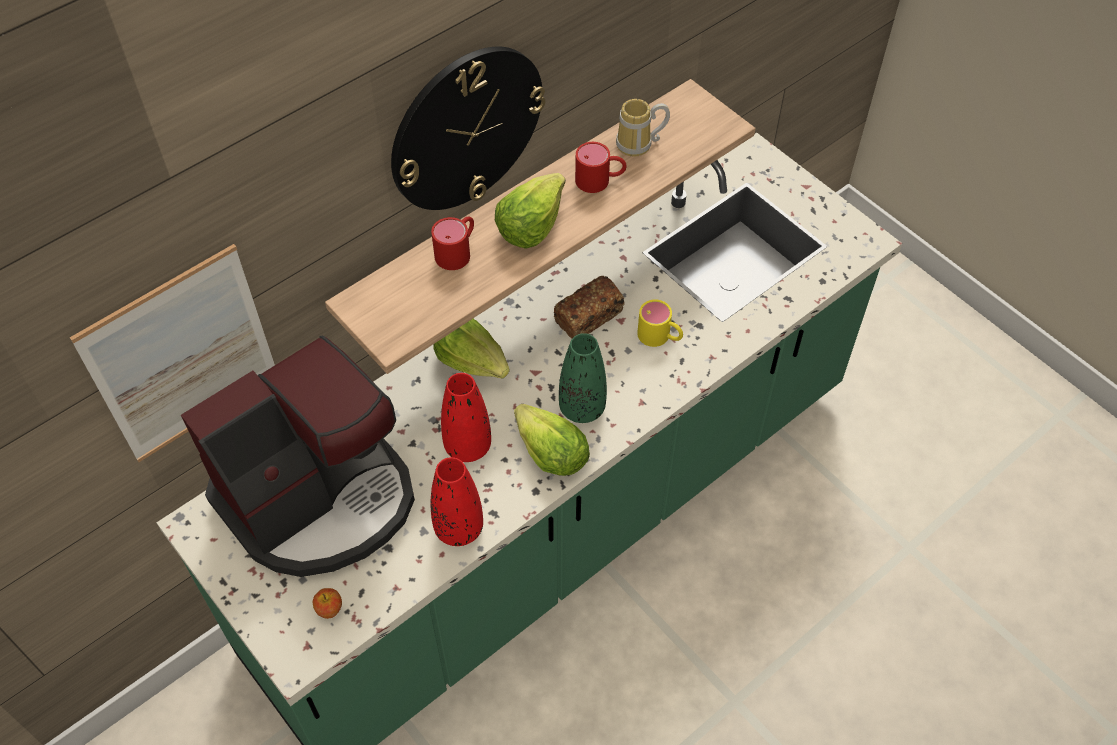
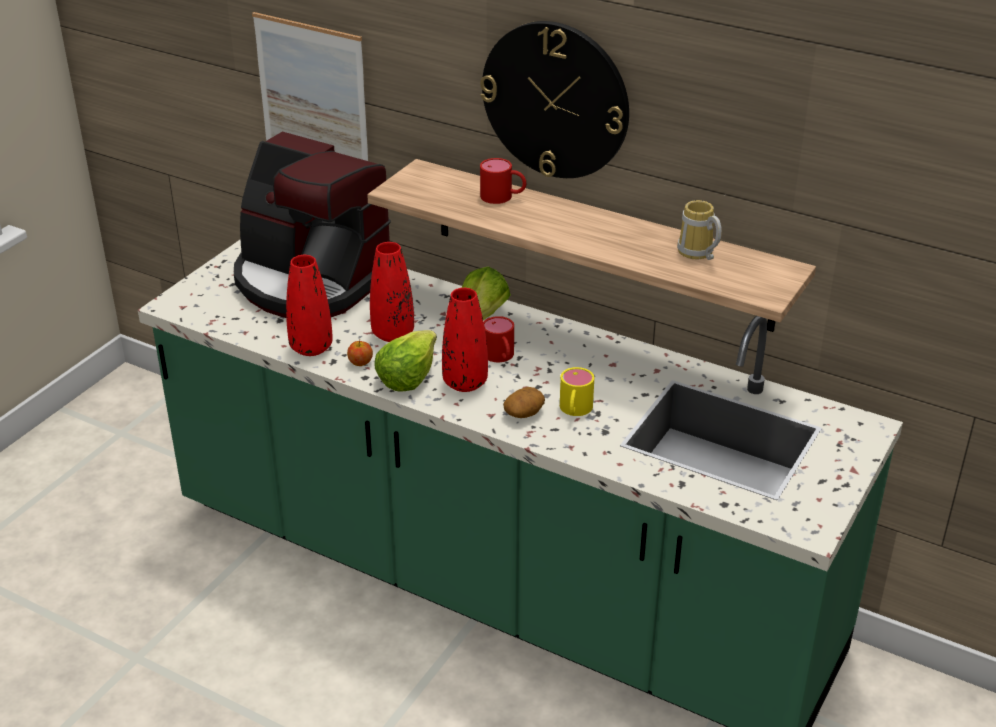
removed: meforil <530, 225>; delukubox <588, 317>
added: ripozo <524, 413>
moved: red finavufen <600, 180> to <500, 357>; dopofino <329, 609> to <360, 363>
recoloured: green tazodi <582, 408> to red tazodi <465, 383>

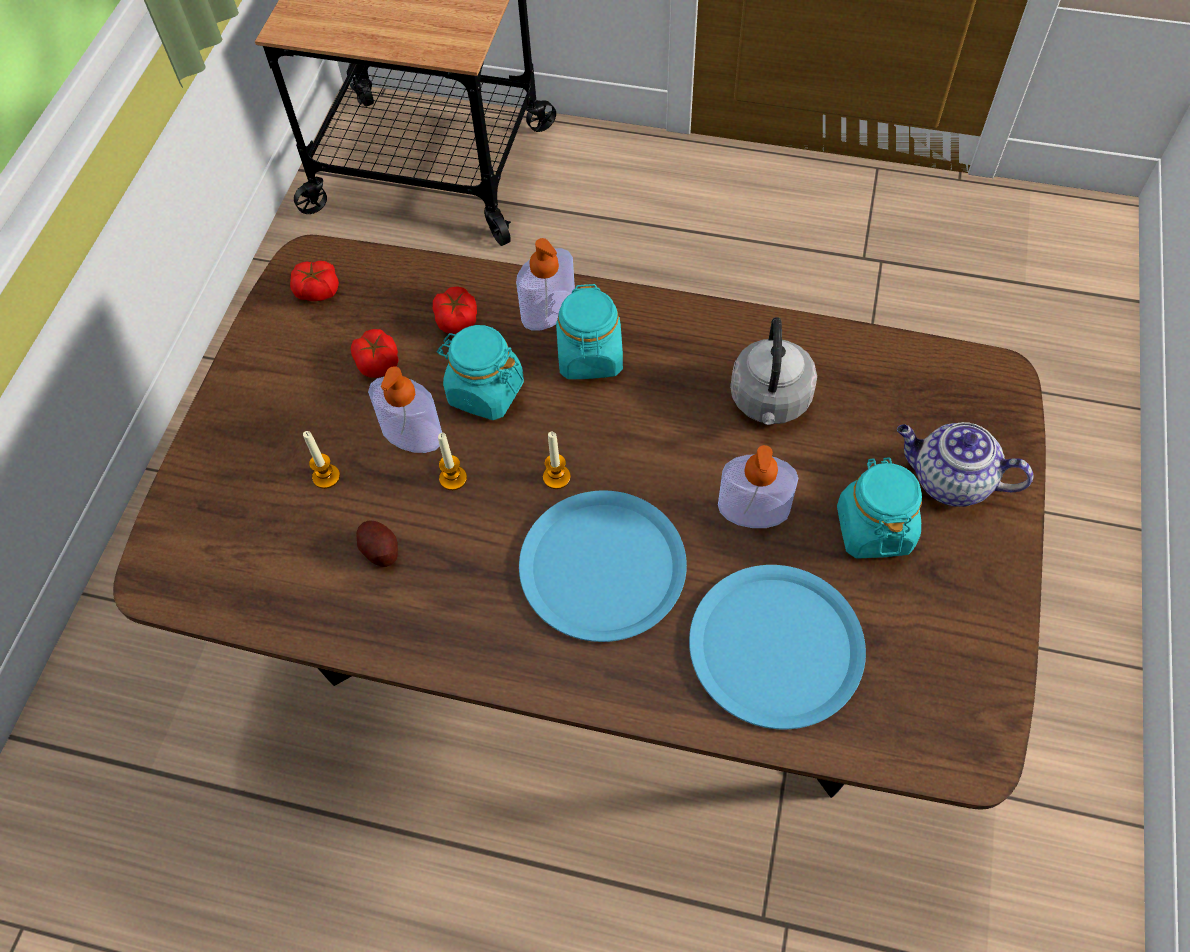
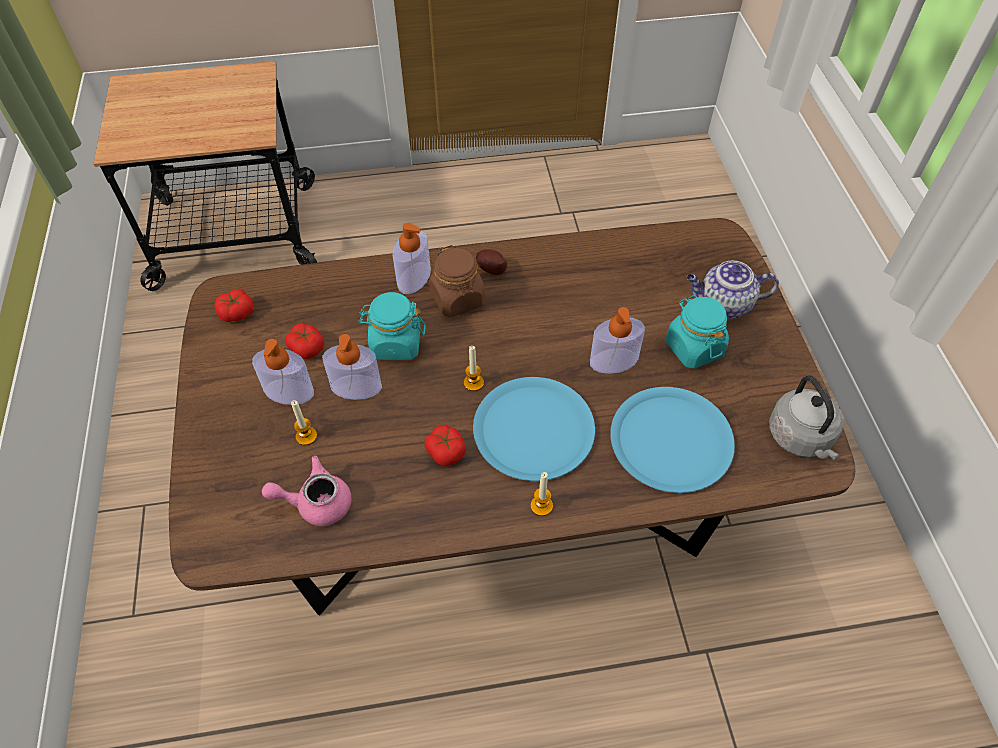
added: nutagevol <289, 391>; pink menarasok <316, 502>
moved: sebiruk <457, 319> to <446, 451>; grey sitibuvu <770, 402> to <801, 438>; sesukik <453, 478> to <541, 506>; ripozo <380, 550> to <491, 269>
recoloured: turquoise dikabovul <590, 356> to brown dikabovul <457, 299>

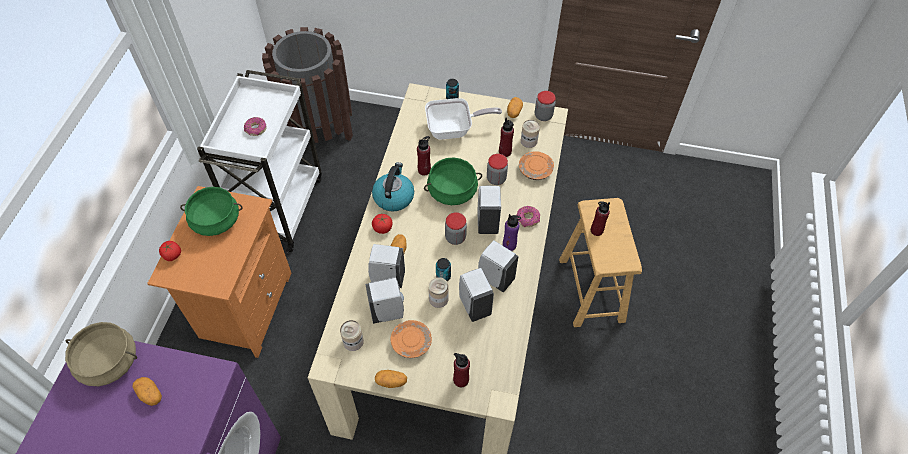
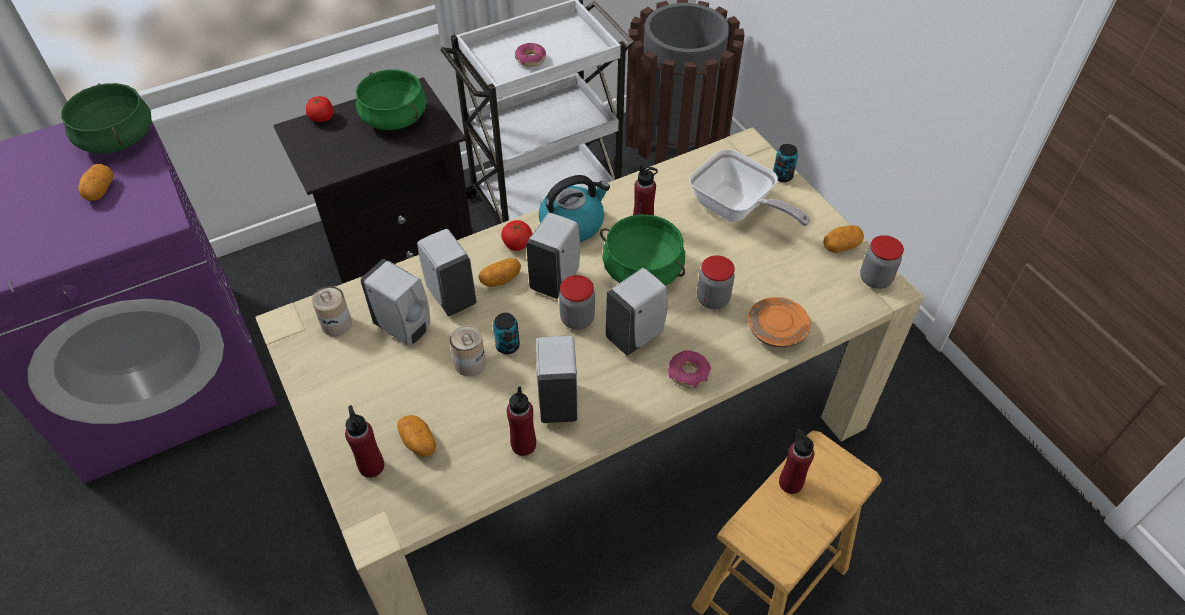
removed: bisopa <529, 141>; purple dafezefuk <509, 245>; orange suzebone <411, 342>
moved: red dafezefuk <505, 152> to <523, 445>; white nutagevol <474, 305> to <556, 279>; ripozo <391, 382> to <418, 442>
recoloured: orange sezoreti <244, 306> to black sezoreti <401, 260>; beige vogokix <109, 361> to green vogokix <118, 138>

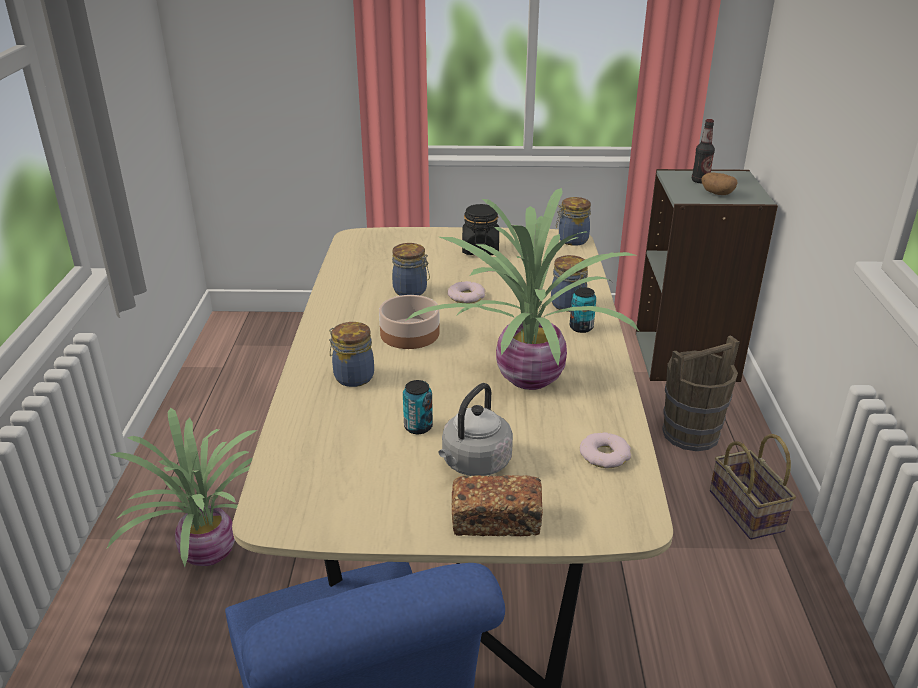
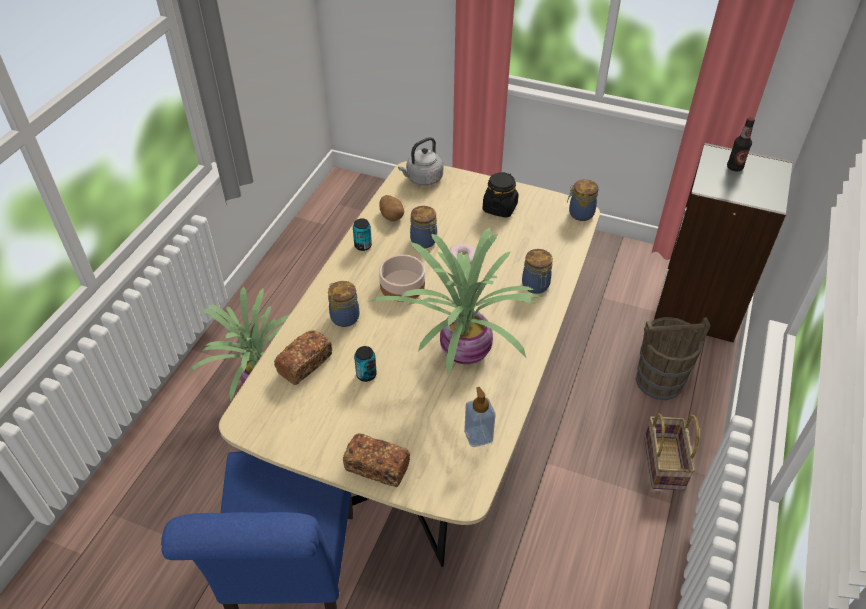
added: delukubox <305, 364>
moved: ripozo <716, 193> to <391, 216>; bisopa <581, 327> to <363, 245>; grey sitibuvu <474, 464> to <422, 179>
replaced: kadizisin <604, 455> to nutagevol <478, 436>

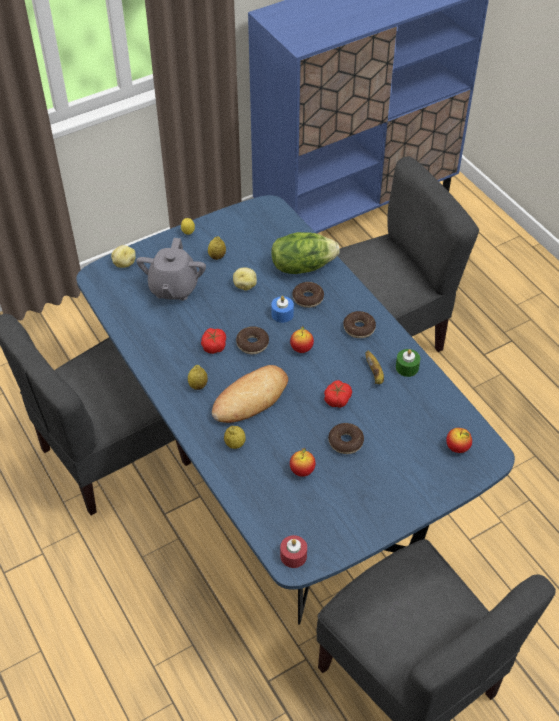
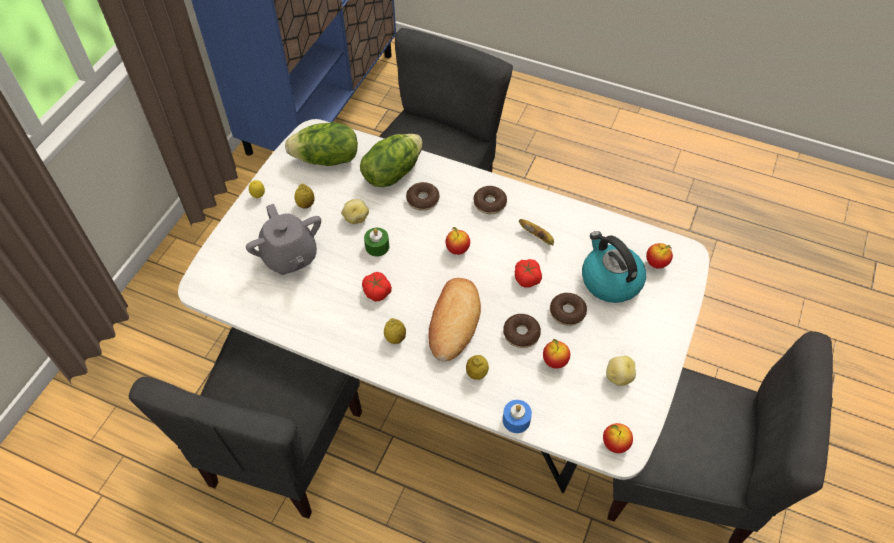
added: meforil <326, 159>; sitibuvu <610, 280>
moved: ripozo <124, 263> to <618, 376>; blue sesukik <282, 314> to <516, 420>; kadizisin <252, 344> to <521, 334>; green sesukik <407, 367> to <377, 246>
replaced: red sesukik <293, 556> to dopofino <615, 444>
recoloured: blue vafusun <278, 477> to white vafusun <446, 377>

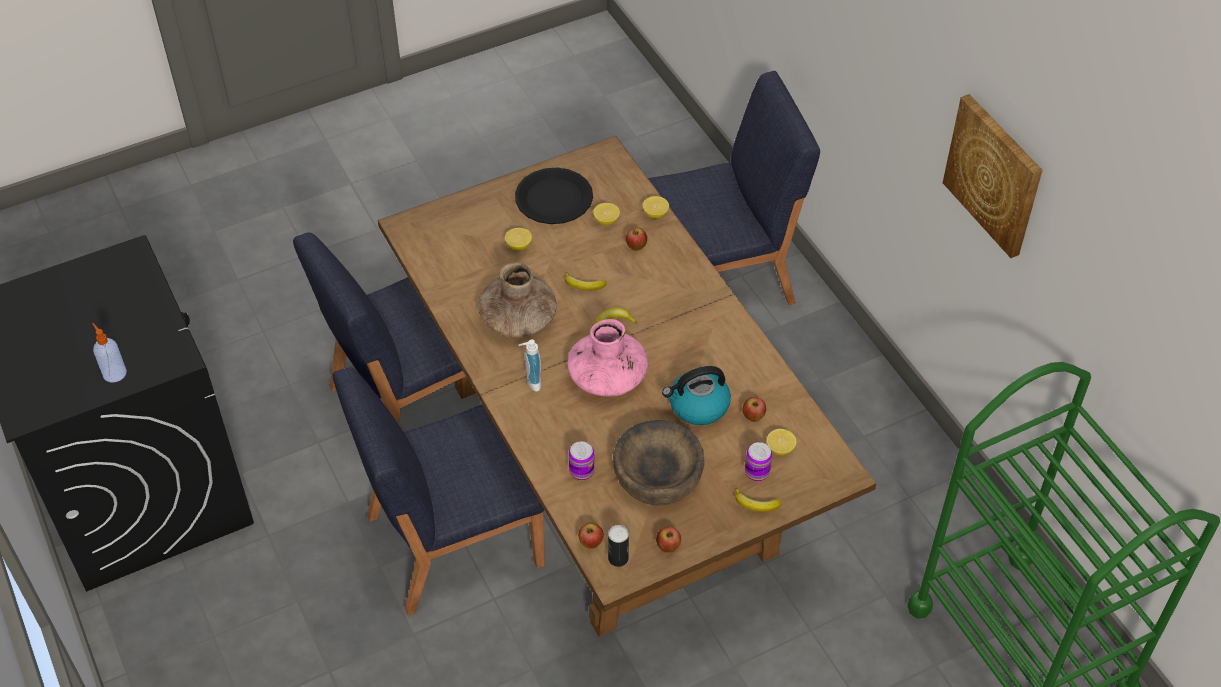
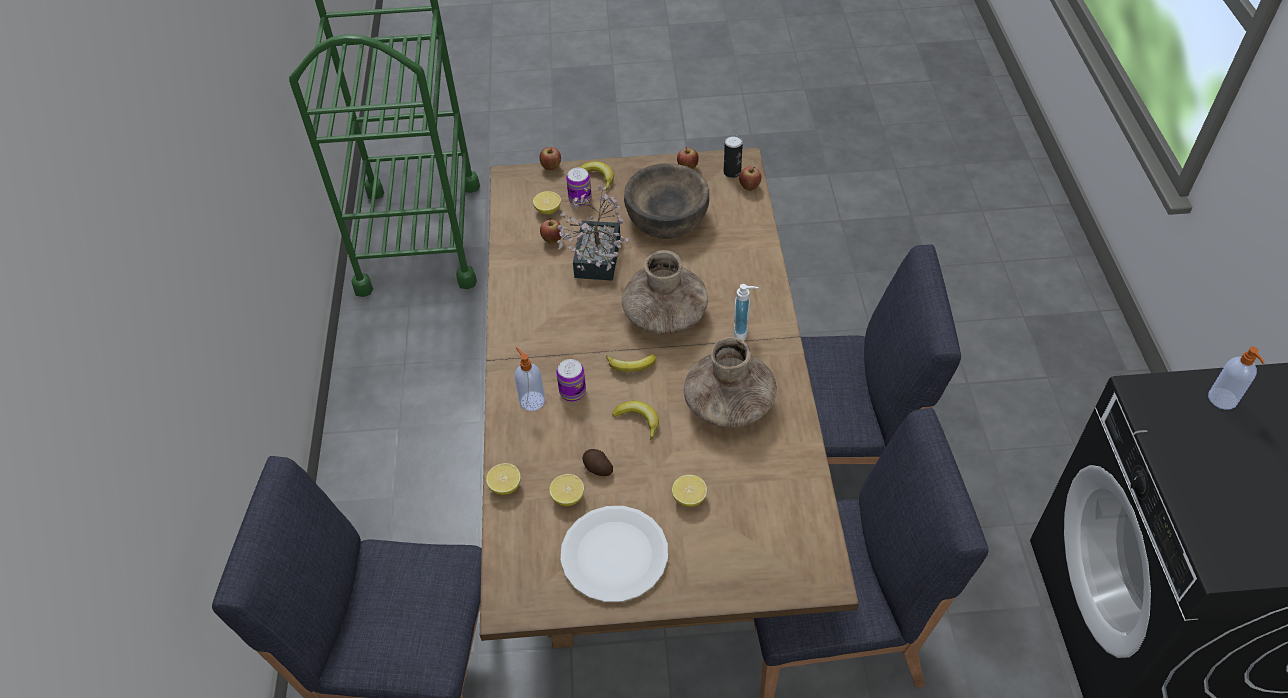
removed: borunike <994, 174>
added: nutagevol <531, 400>; ripozo <597, 468>
moved: dopofino <636, 247> to <551, 168>; bisopa <581, 471> to <572, 392>
replaced: sitibuvu <698, 406> to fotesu <595, 263>
recoloured: black suzebone <554, 198> to white suzebone <614, 554>; pink tazodi <607, 377> to brown tazodi <665, 314>

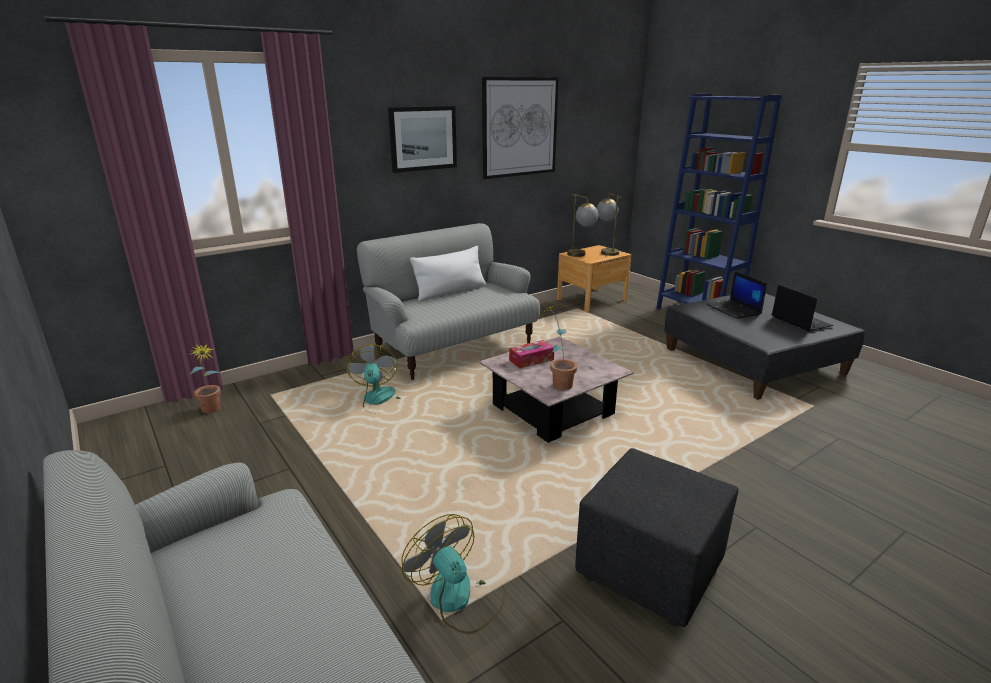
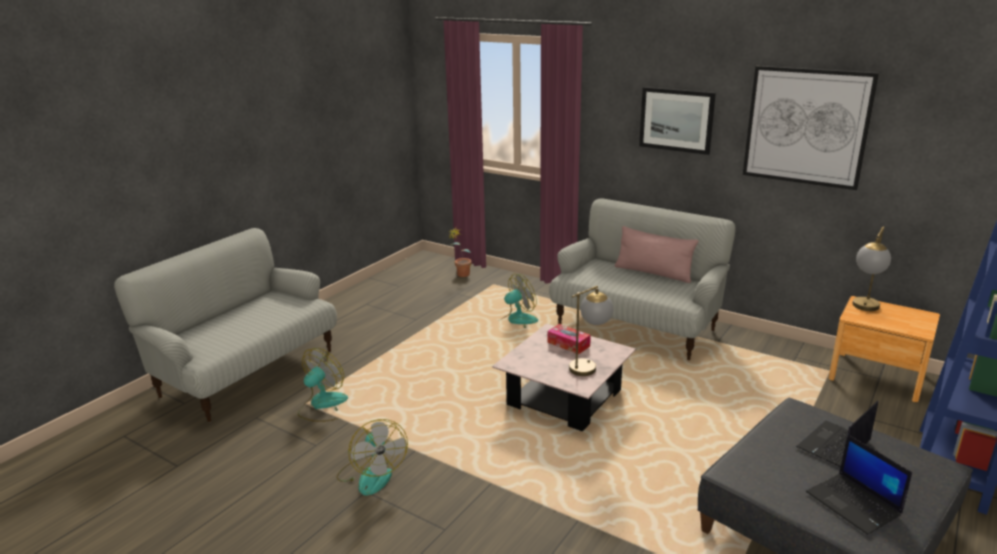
removed: fotesu <557, 383>
moved: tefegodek <606, 251> to <589, 365>
replaced: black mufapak <648, 569> to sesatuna <372, 474>
recoloured: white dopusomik <450, 292> to pink dopusomik <653, 273>
turned: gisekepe <800, 321> = <854, 504> 105 degrees clockwise

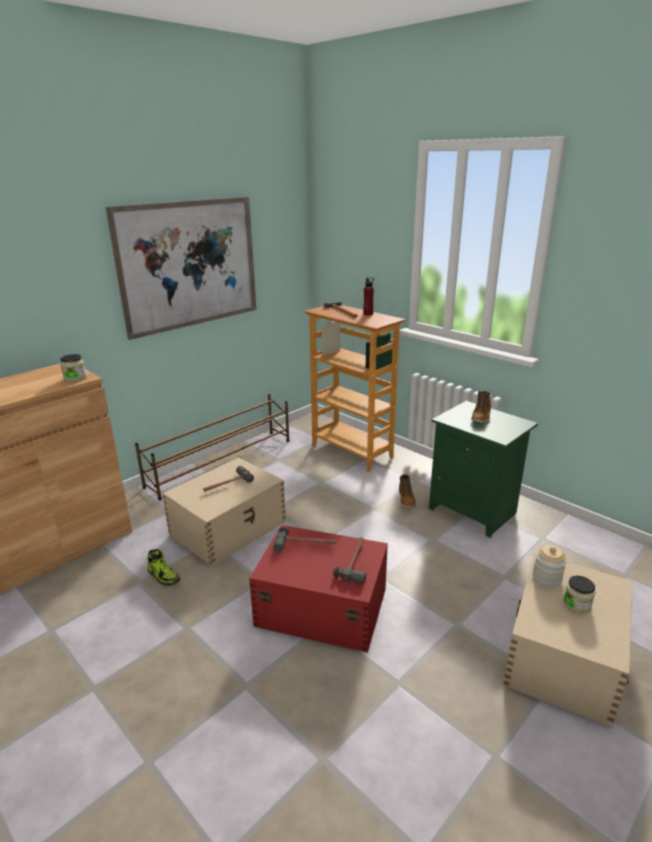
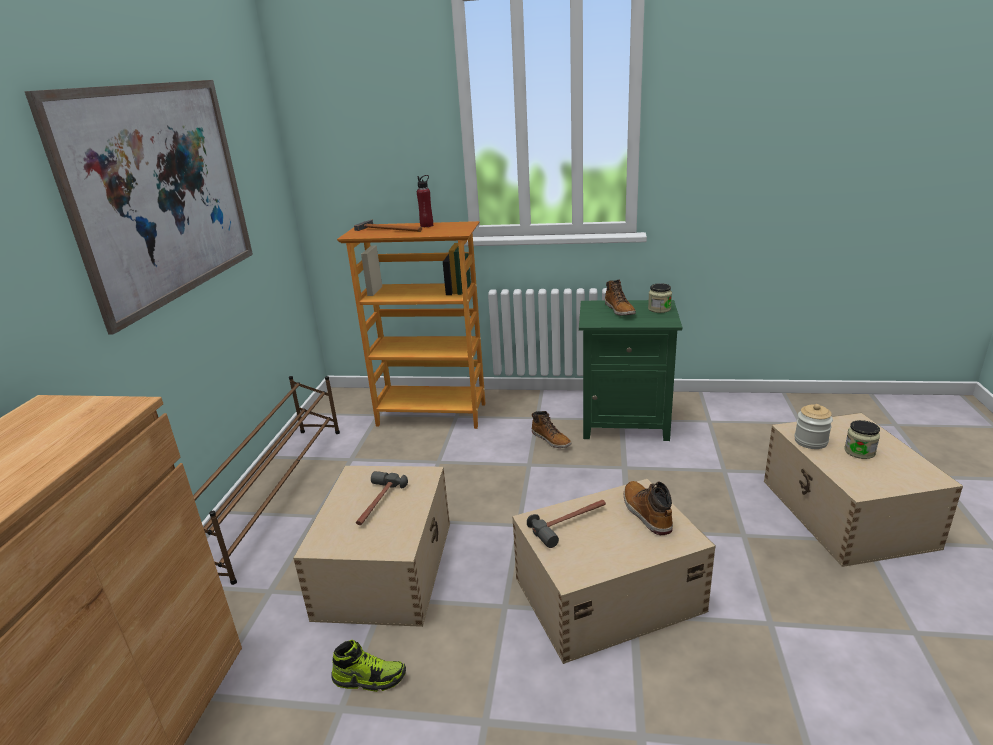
moved: dikabovul <75, 378> to <659, 309>
replaced: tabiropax <355, 562> to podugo <646, 513>
recoloured: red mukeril <320, 606> to beige mukeril <605, 594>

